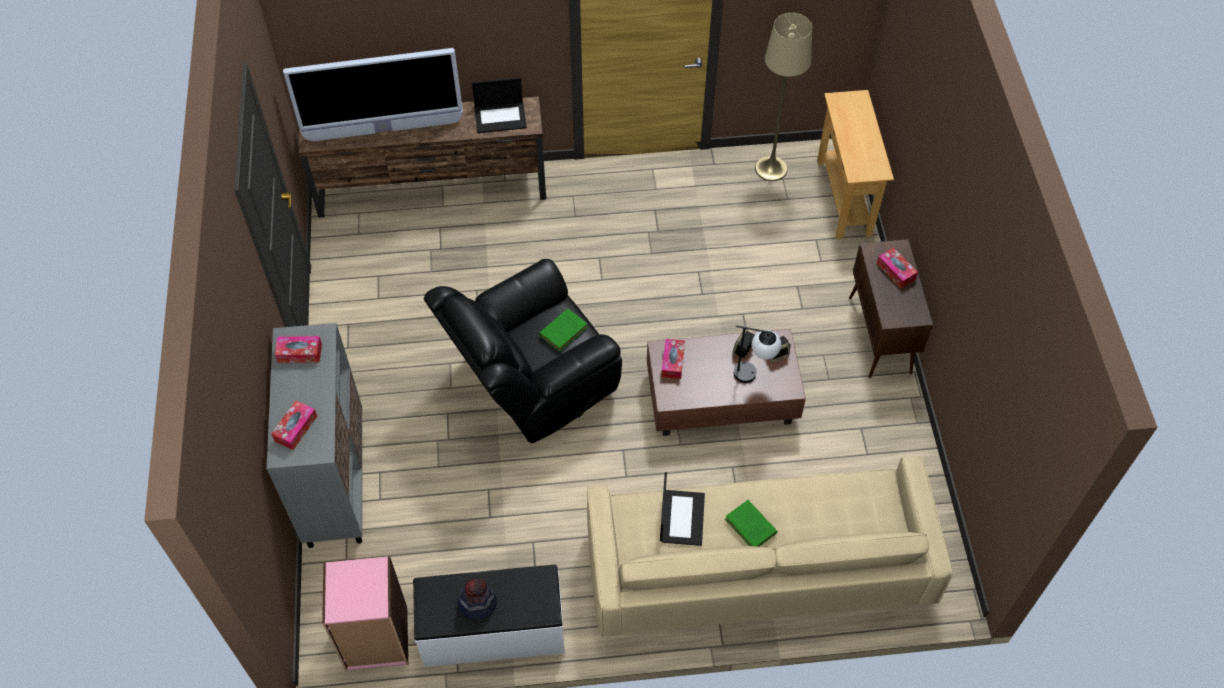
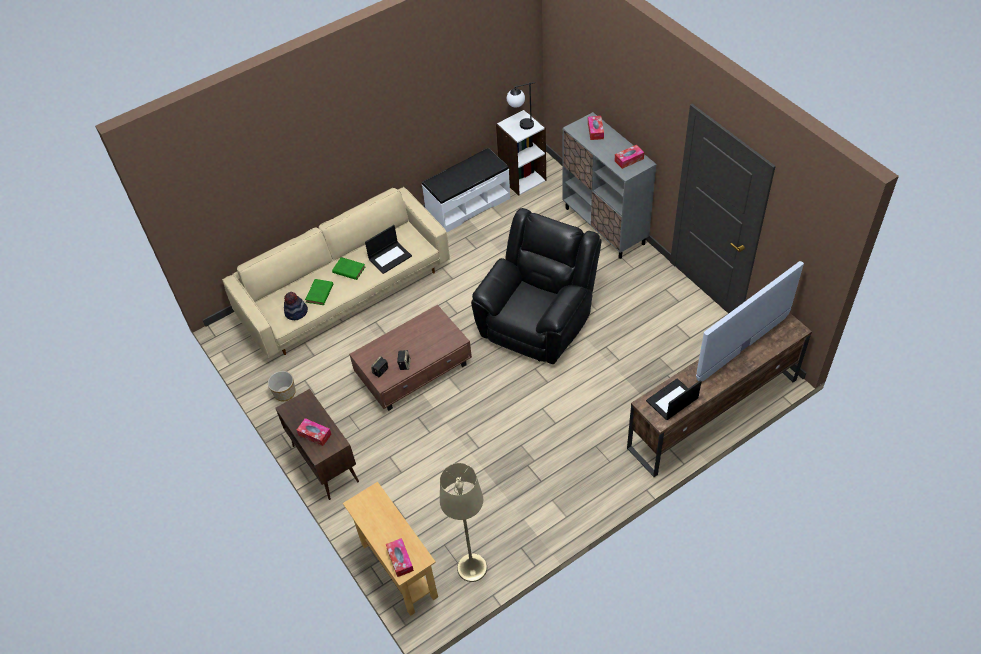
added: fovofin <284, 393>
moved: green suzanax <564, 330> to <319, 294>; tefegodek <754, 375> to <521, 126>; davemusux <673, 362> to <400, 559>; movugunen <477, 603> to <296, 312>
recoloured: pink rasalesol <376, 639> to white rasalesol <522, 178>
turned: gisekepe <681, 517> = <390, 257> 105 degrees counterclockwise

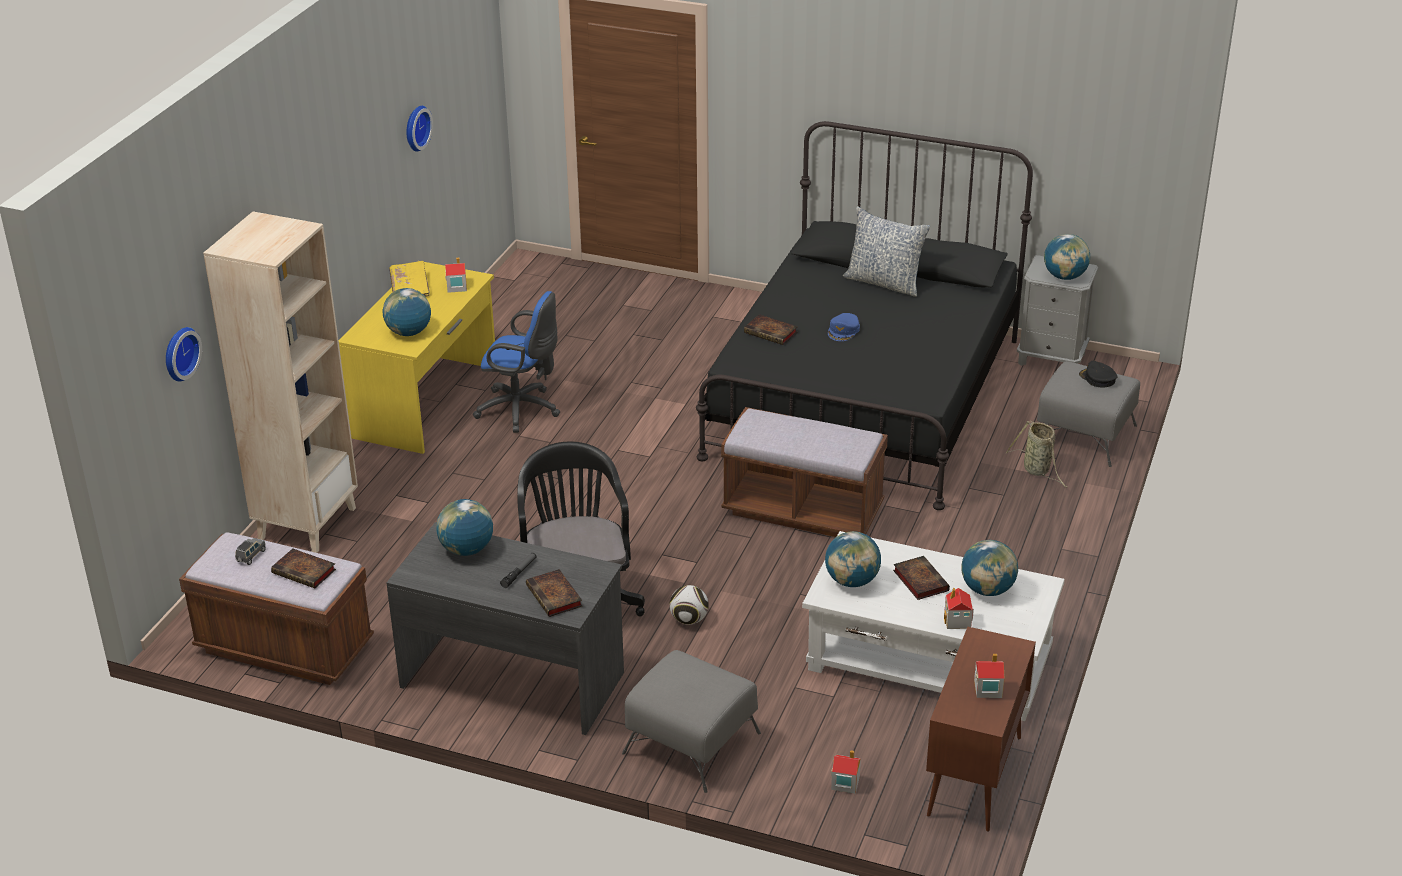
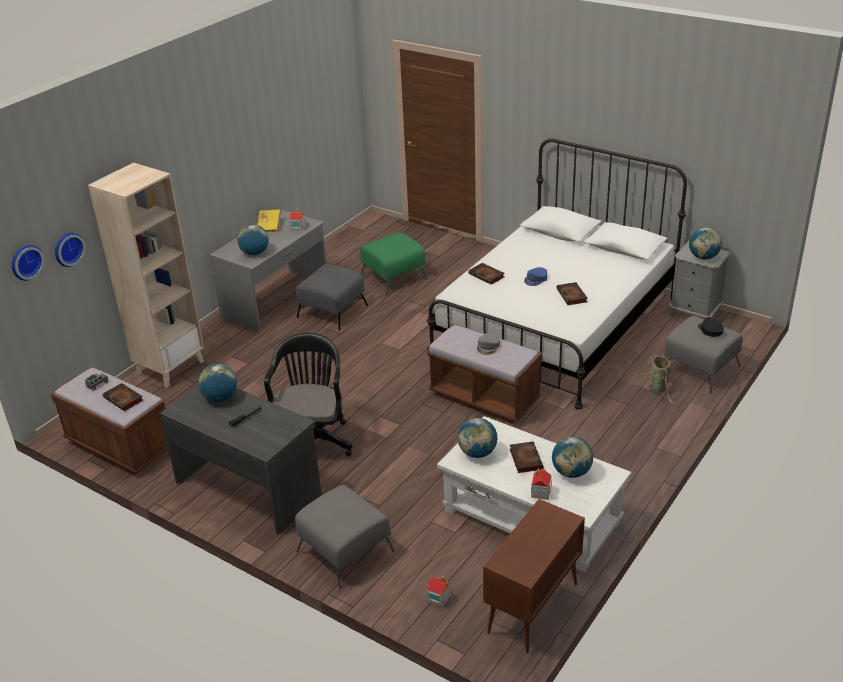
removed: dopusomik <884, 282>; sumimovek <688, 620>; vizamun <987, 689>
added: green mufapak <393, 277>; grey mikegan <488, 346>
moved: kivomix <415, 127> to <25, 261>; suzanax <555, 597> to <572, 296>
replaced: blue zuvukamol <522, 410> to grey mufapak <332, 311>
recoloured: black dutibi <865, 397> to white dutibi <556, 326>; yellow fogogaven <427, 402> to grey fogogaven <276, 299>

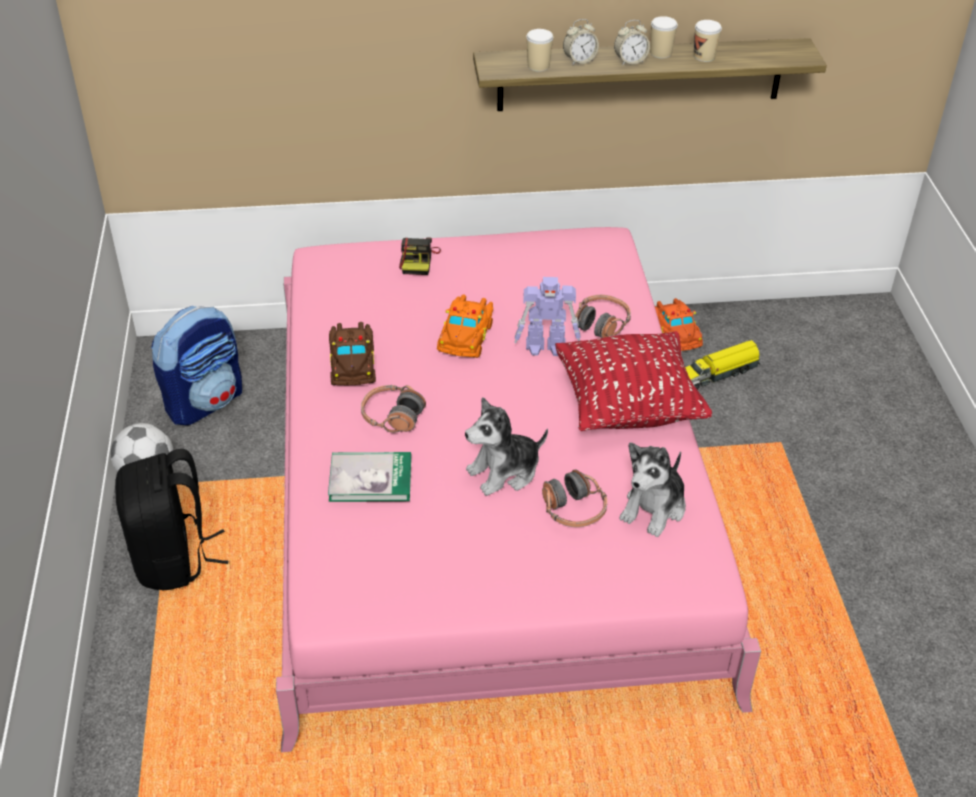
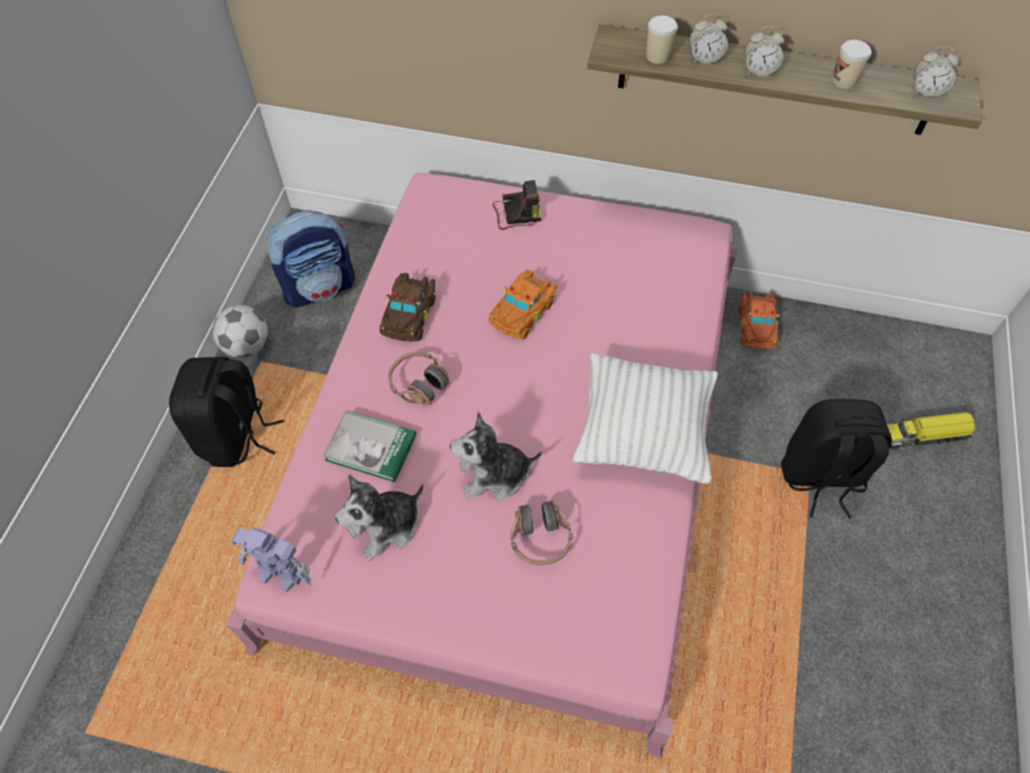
removed: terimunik <661, 53>; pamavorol <601, 323>
added: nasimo <926, 91>; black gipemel <820, 476>
moved: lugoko <546, 347> to <282, 573>; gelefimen <719, 373> to <925, 435>; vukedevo <654, 508> to <386, 527>
recoloured: red dopusomik <628, 406> to white dopusomik <642, 434>
turned: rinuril <418, 260> = <515, 214> 120 degrees counterclockwise

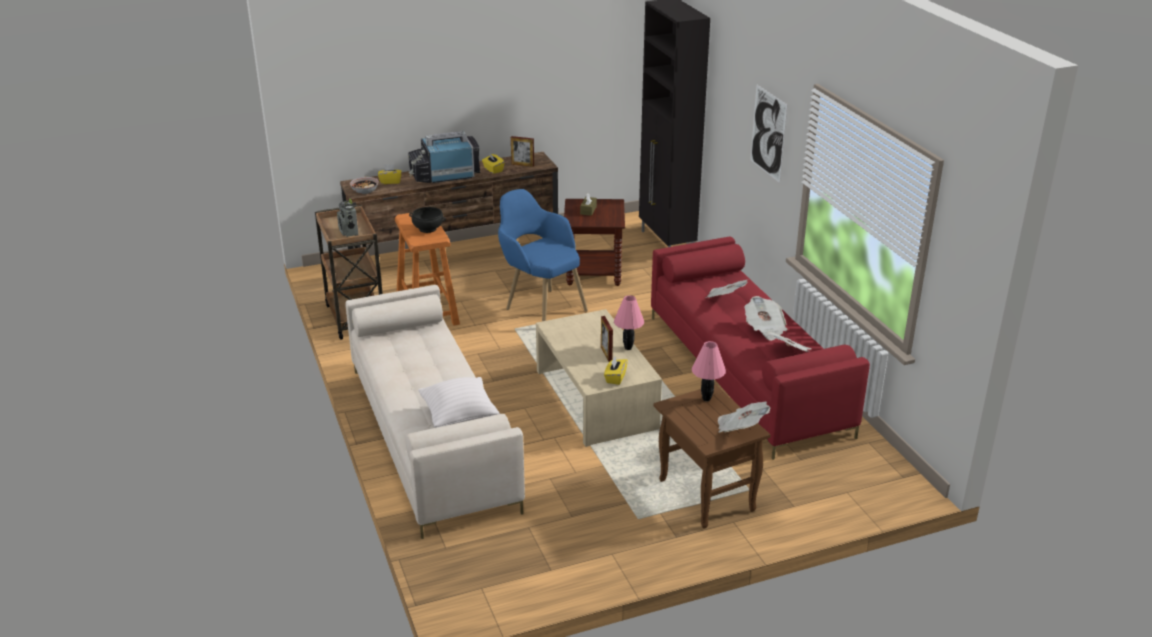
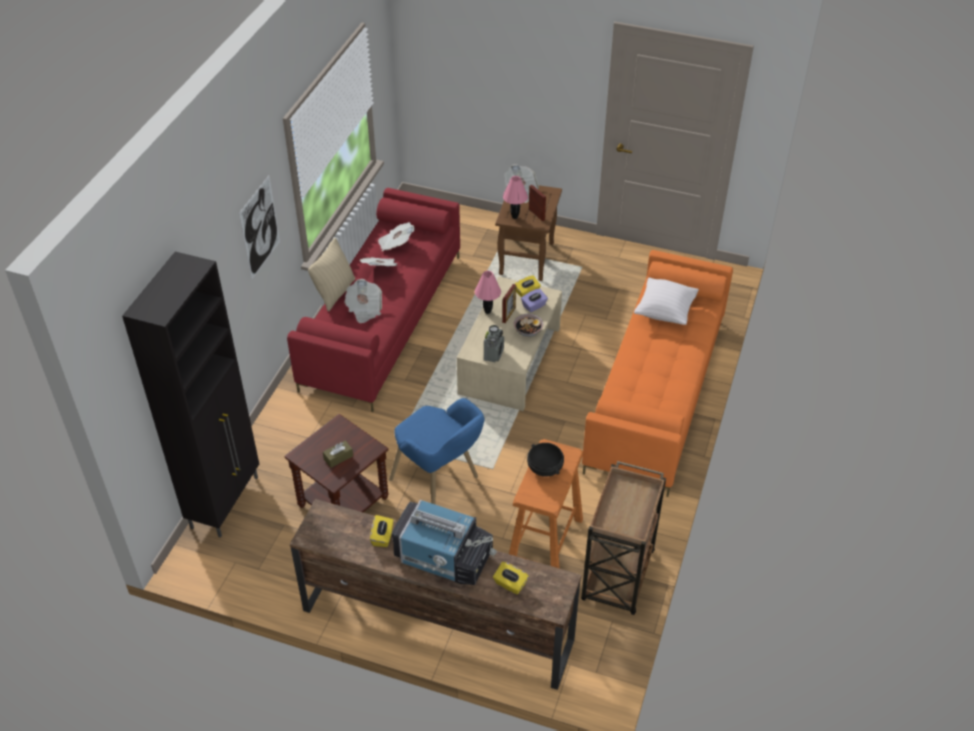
added: beige dopusomik <335, 293>; purple davemusux <534, 306>
moved: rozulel <522, 165> to <536, 214>; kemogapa <365, 191> to <528, 331>; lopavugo <348, 232> to <494, 354>
recoloured: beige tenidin <430, 437> to orange tenidin <656, 394>
turned: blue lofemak <540, 306> = <442, 485> 45 degrees counterclockwise

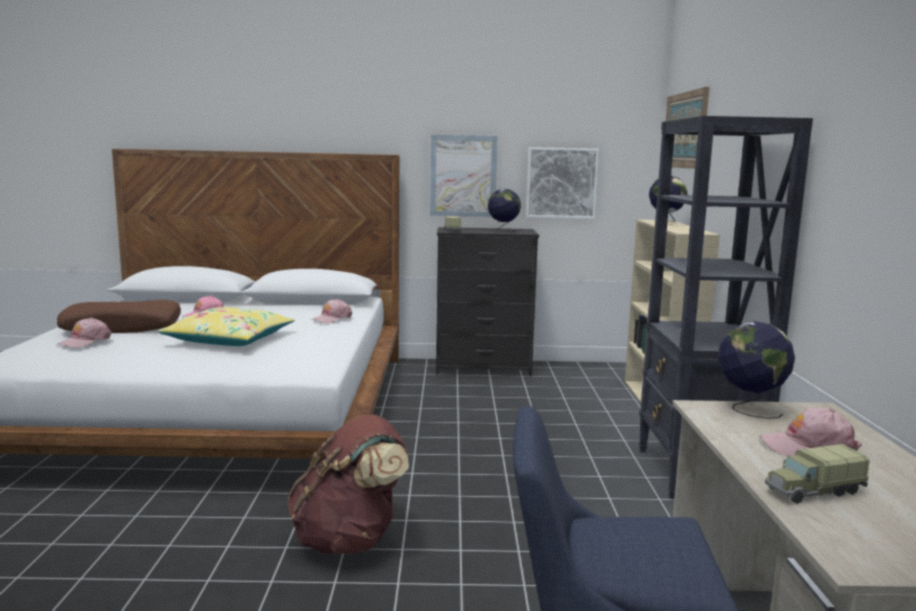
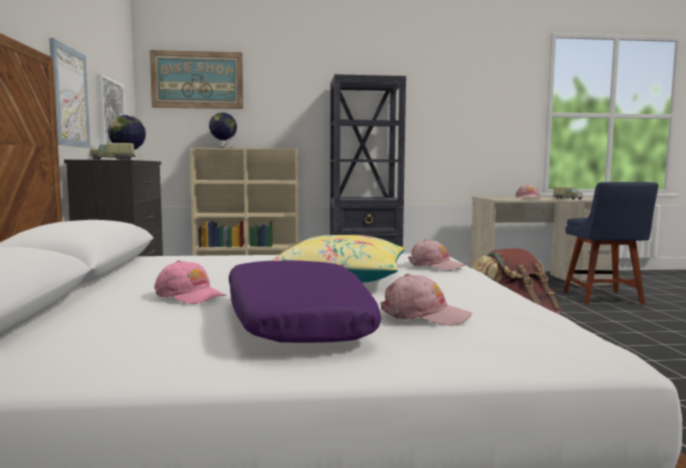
removed: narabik <749, 409>
moved: pink mikegan <332, 319> to <435, 266>
recoloured: brown dopusomik <122, 328> to purple dopusomik <294, 322>

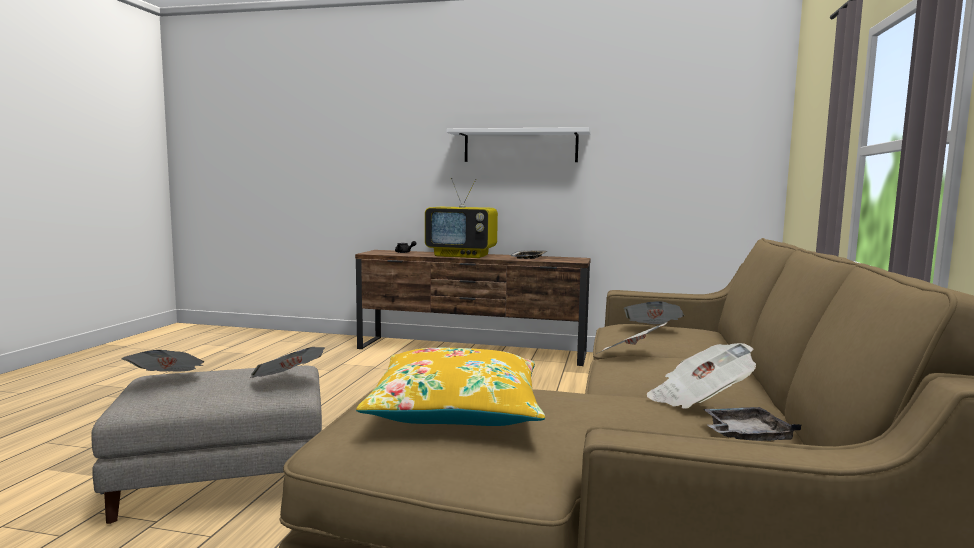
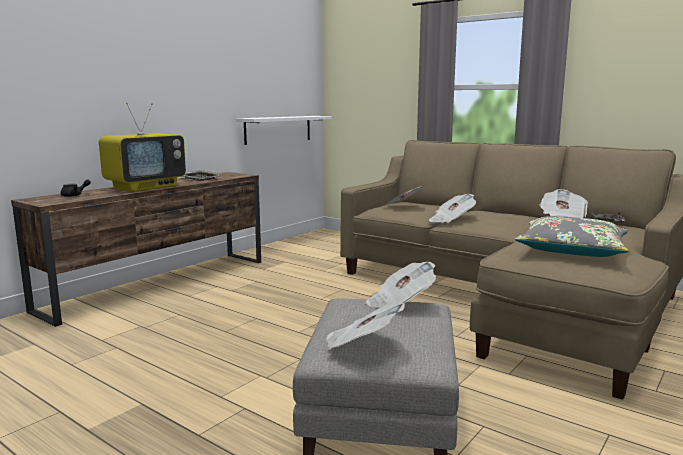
moved: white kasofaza <520, 146> to <278, 129>
recoloured: yellow dopusomik <457, 409> to grey dopusomik <571, 250>

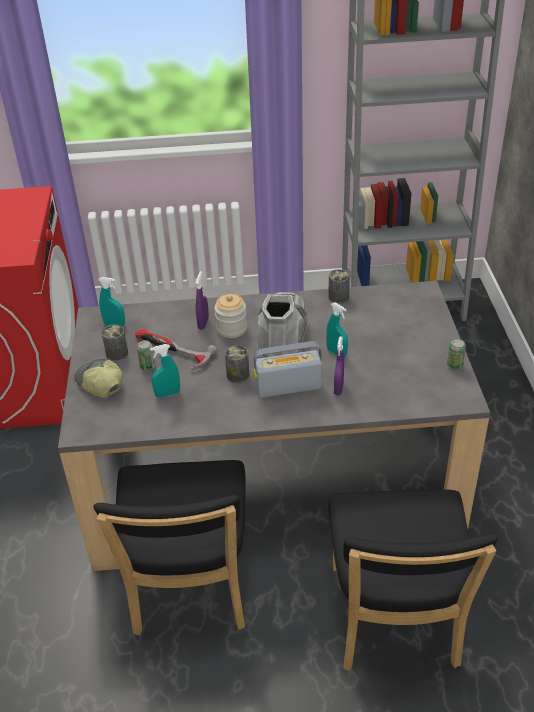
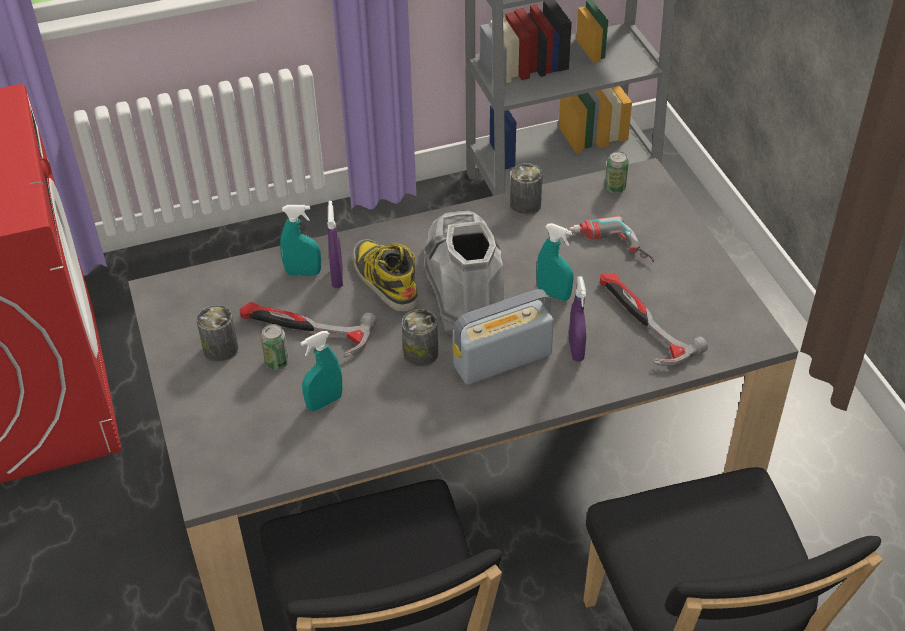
removed: mikegan <99, 383>
added: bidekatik <609, 248>; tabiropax <641, 322>
moved: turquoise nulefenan <114, 324> to <303, 273>; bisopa <454, 365> to <615, 188>
replaced: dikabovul <231, 329> to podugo <384, 280>

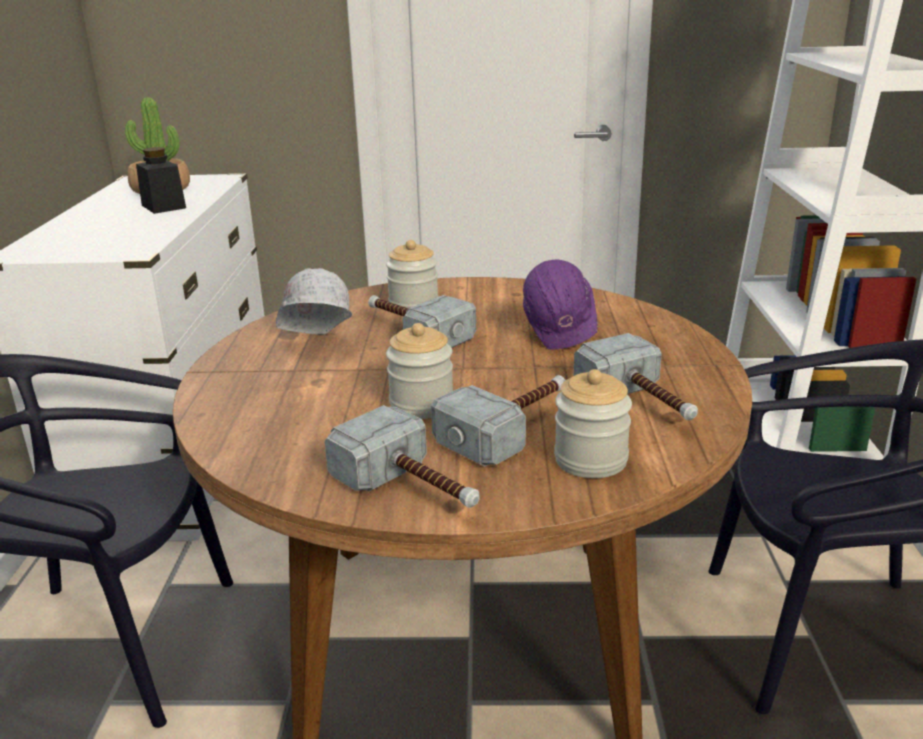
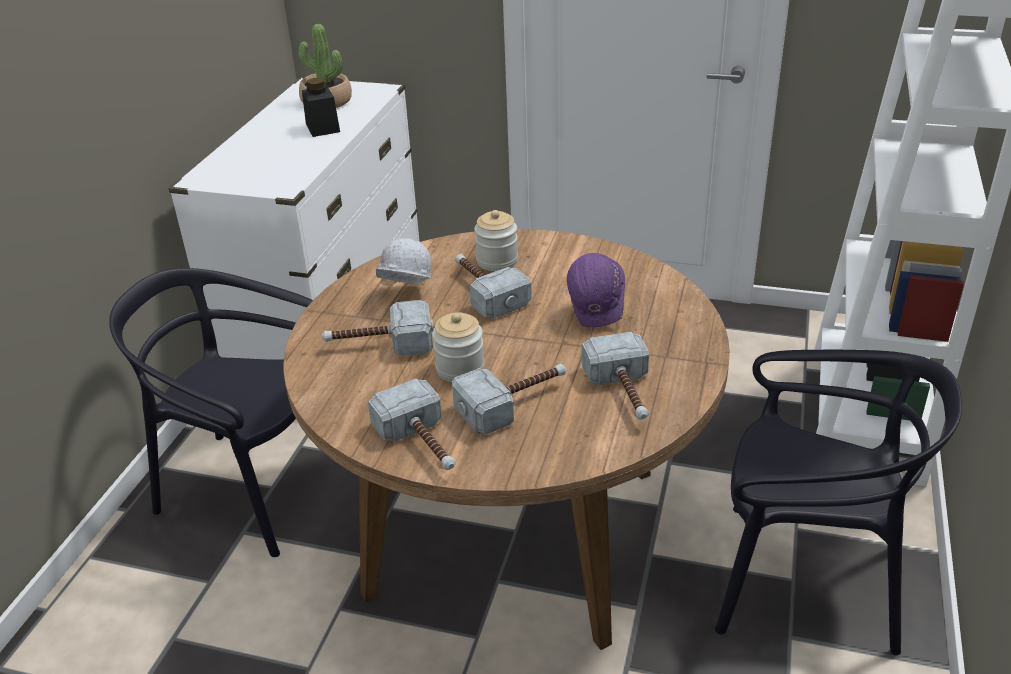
removed: dikabovul <590, 460>
added: tabiropax <379, 344>

